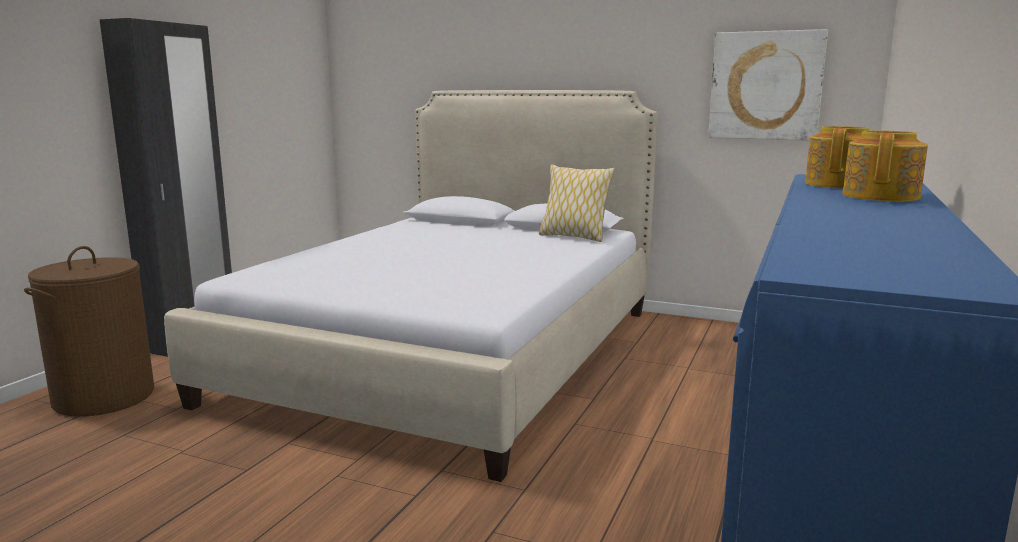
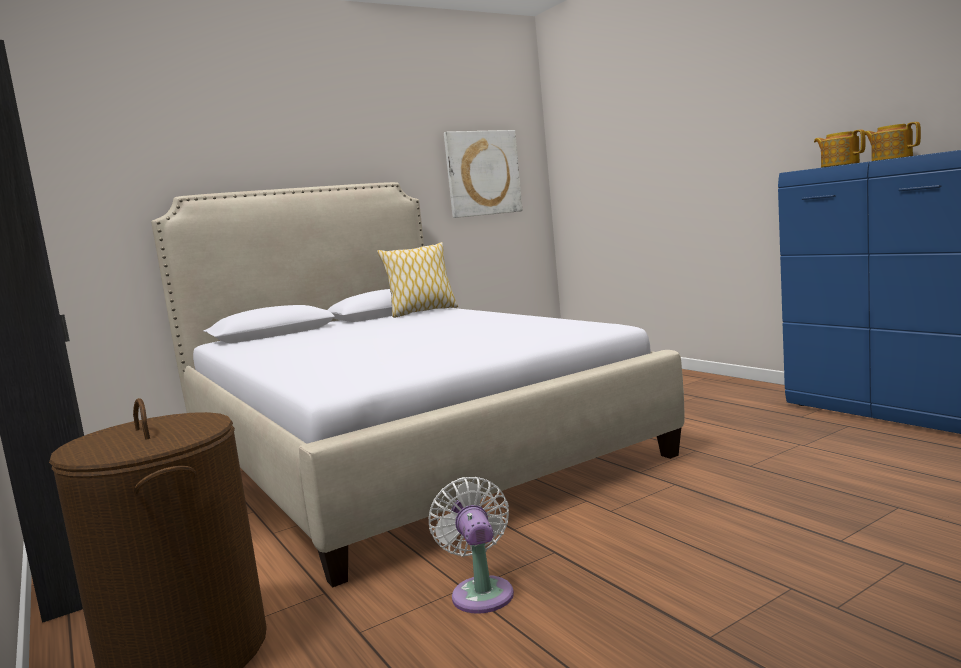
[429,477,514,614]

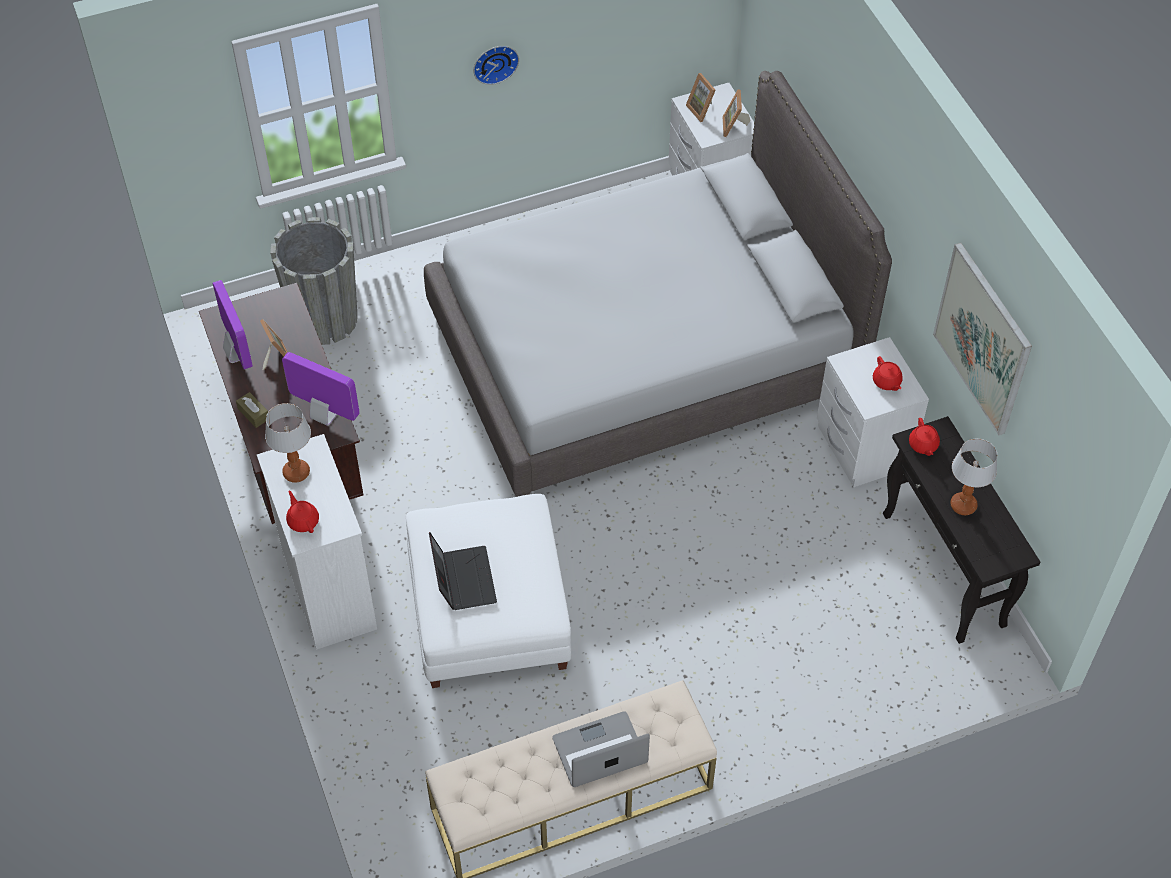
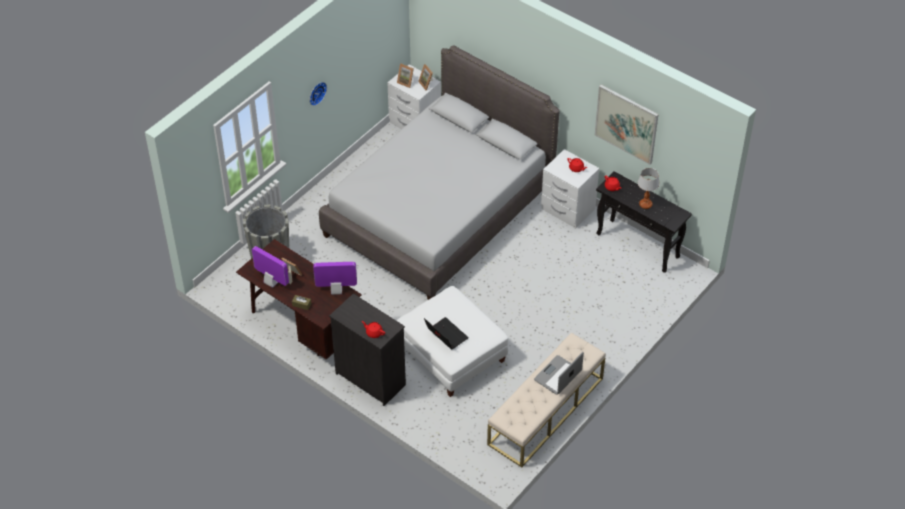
[265,403,311,483] (first image)
[329,294,406,406]

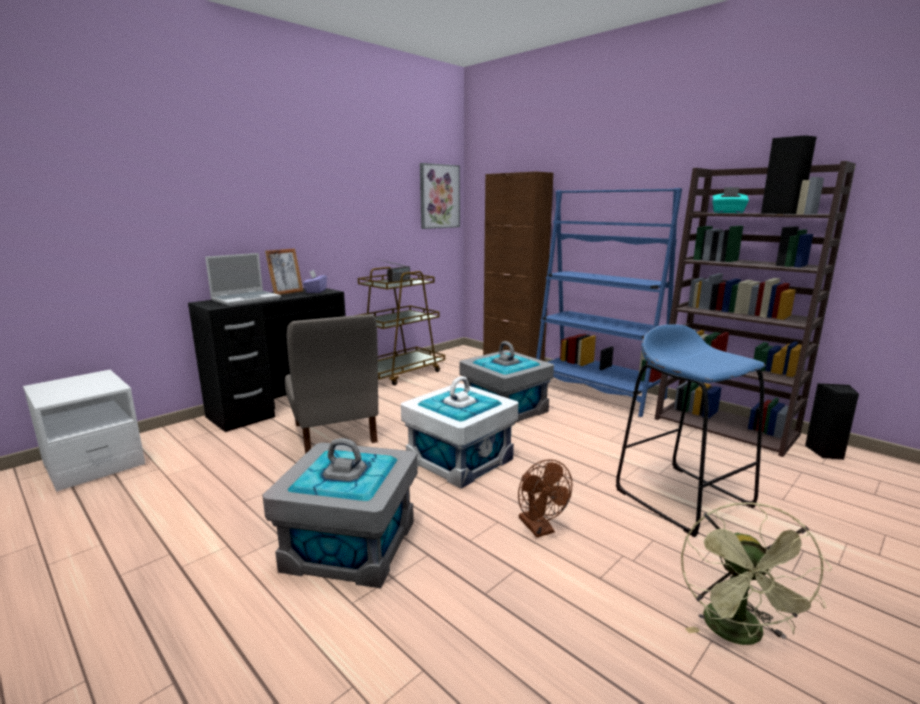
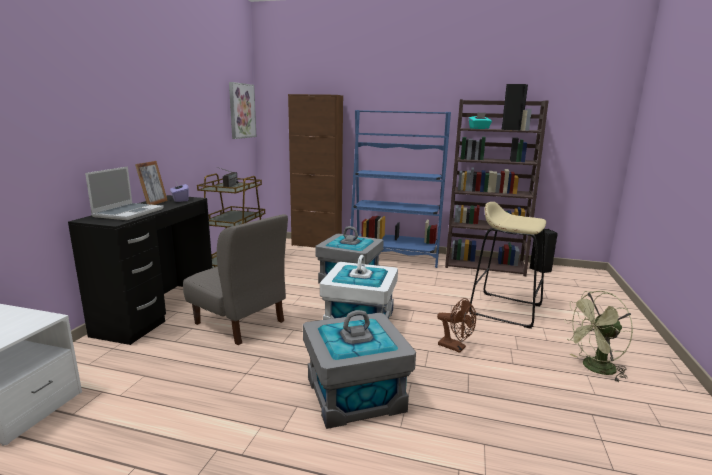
[470,202,546,329]
[564,291,633,383]

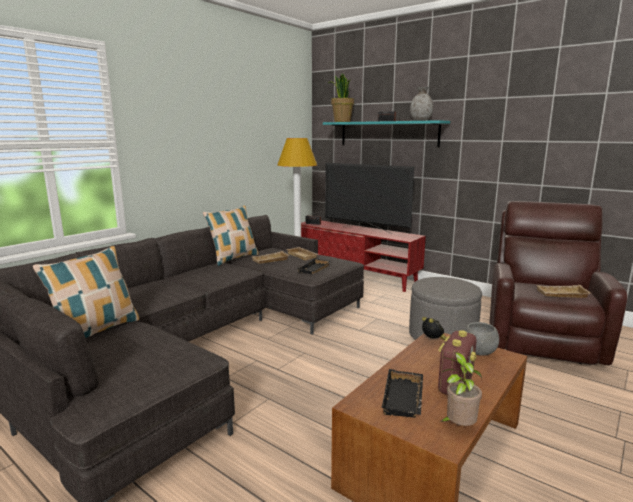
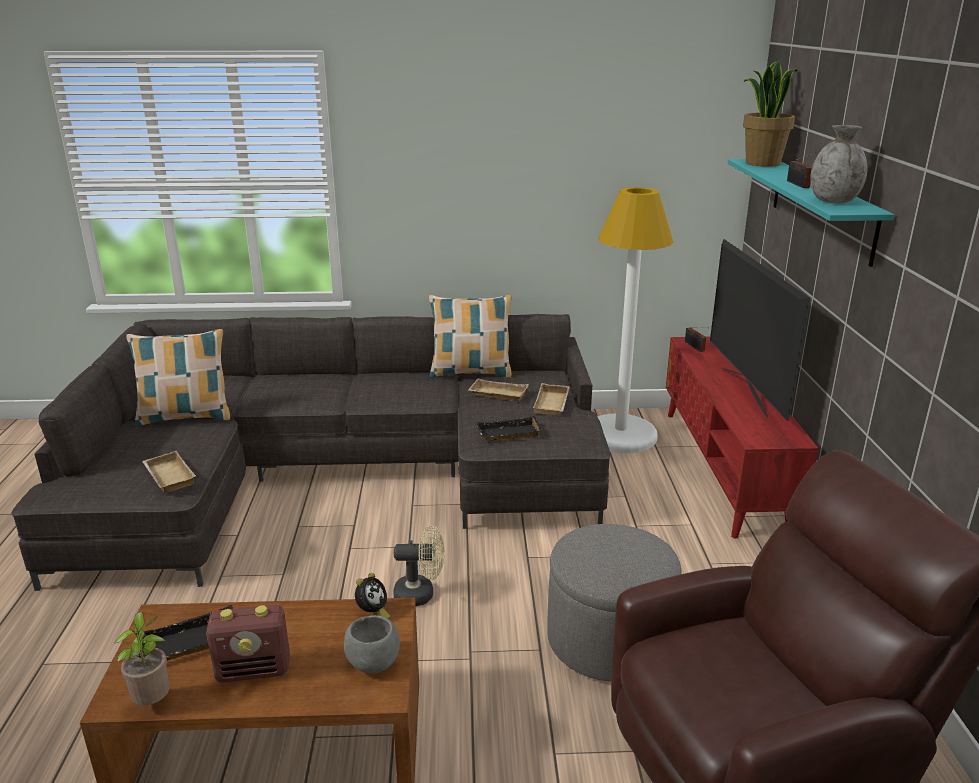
[393,525,445,606]
[142,451,196,493]

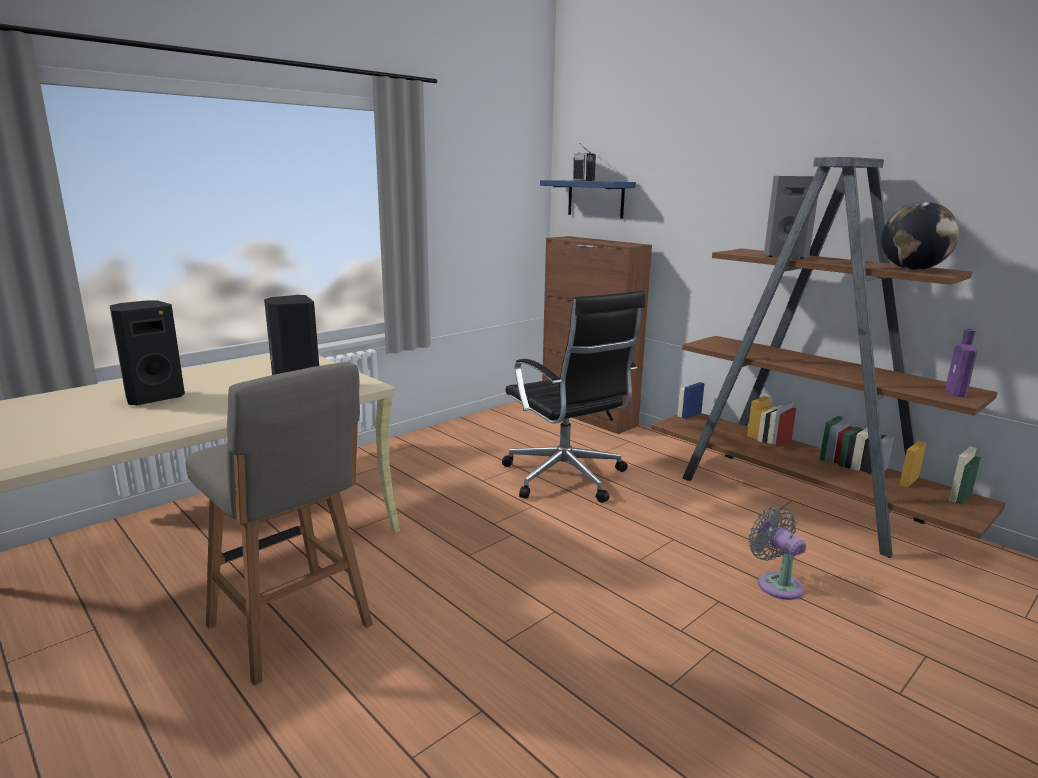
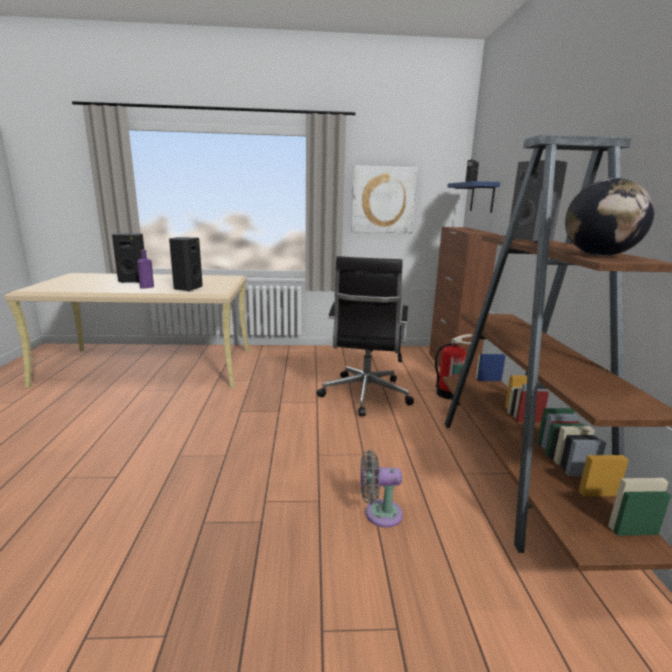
[185,362,373,685] (first image)
[351,165,418,233]
[435,334,473,400]
[137,250,154,289]
[361,450,403,528]

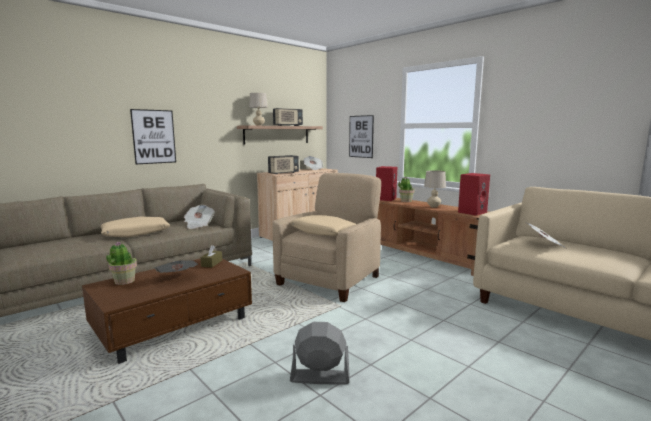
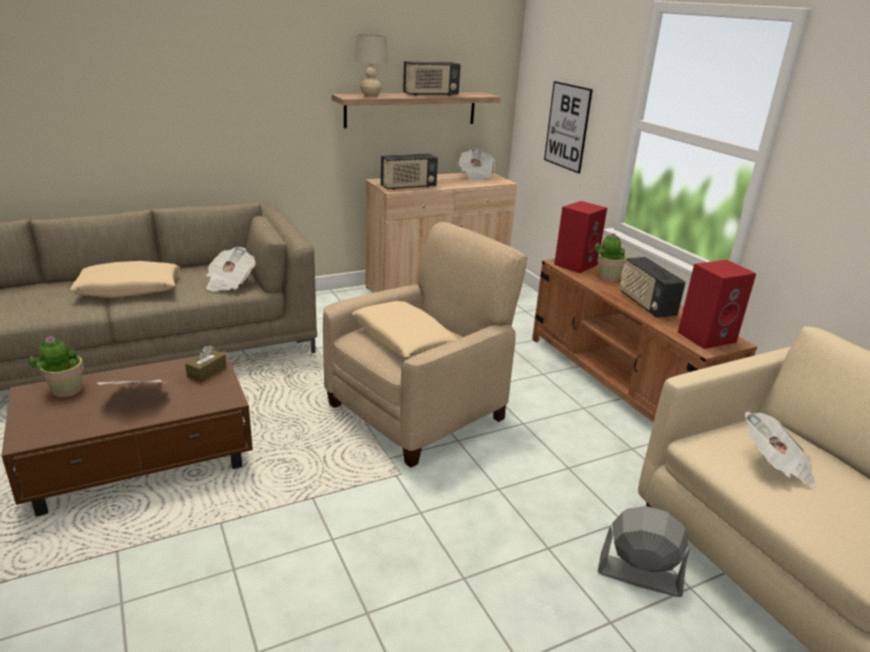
[130,109,176,164] (first image)
[598,506,690,597]
[620,257,685,318]

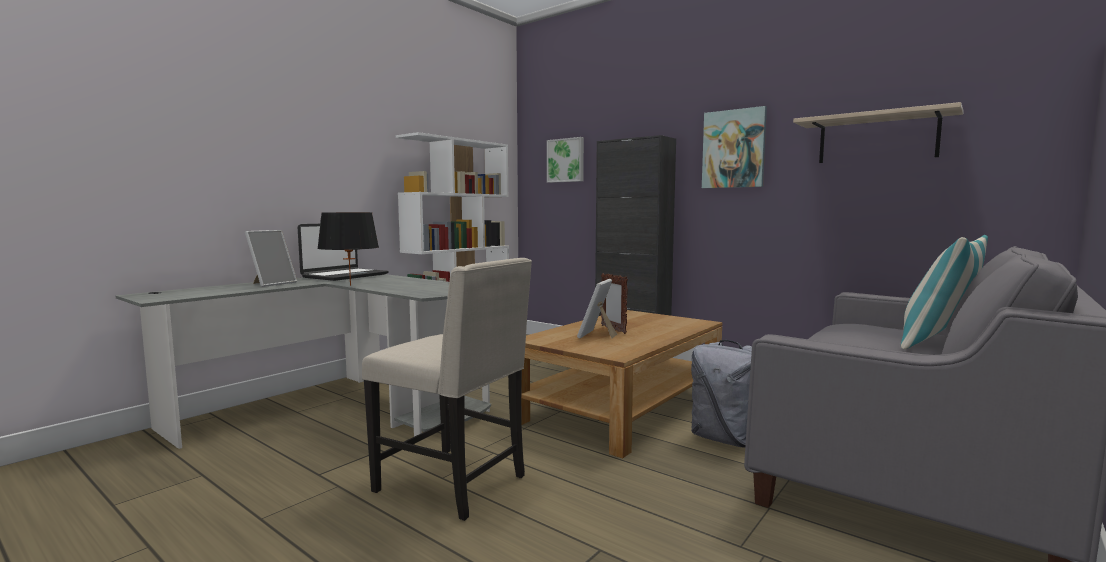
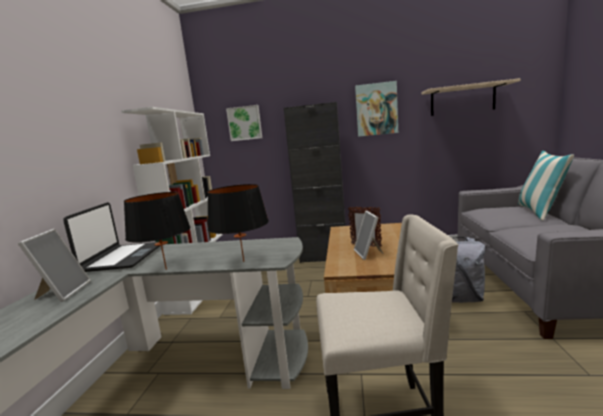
[207,184,269,262]

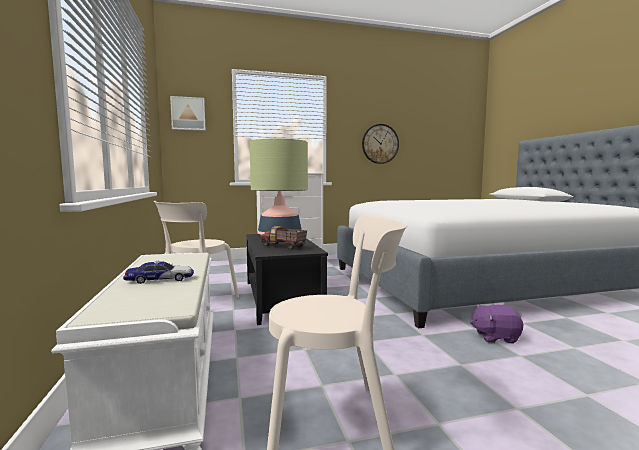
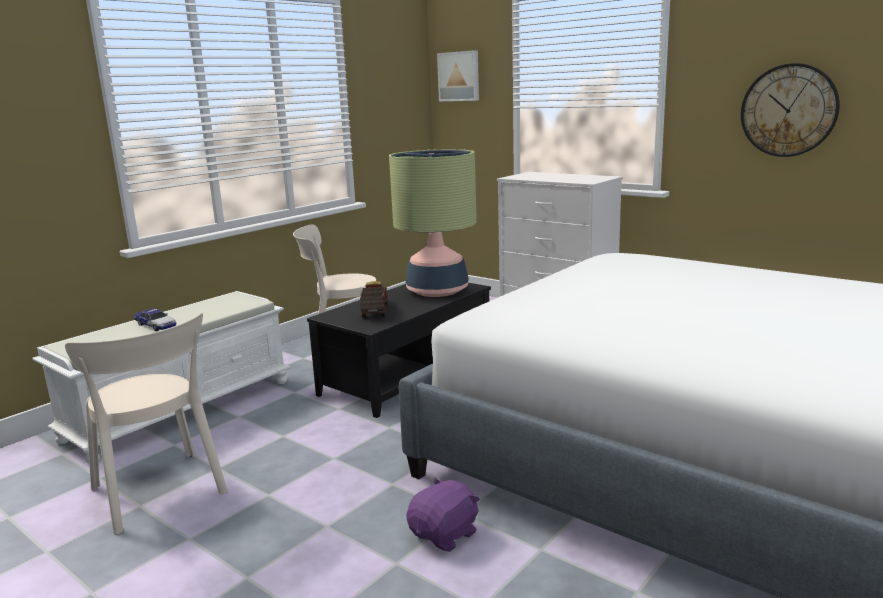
[406,477,480,552]

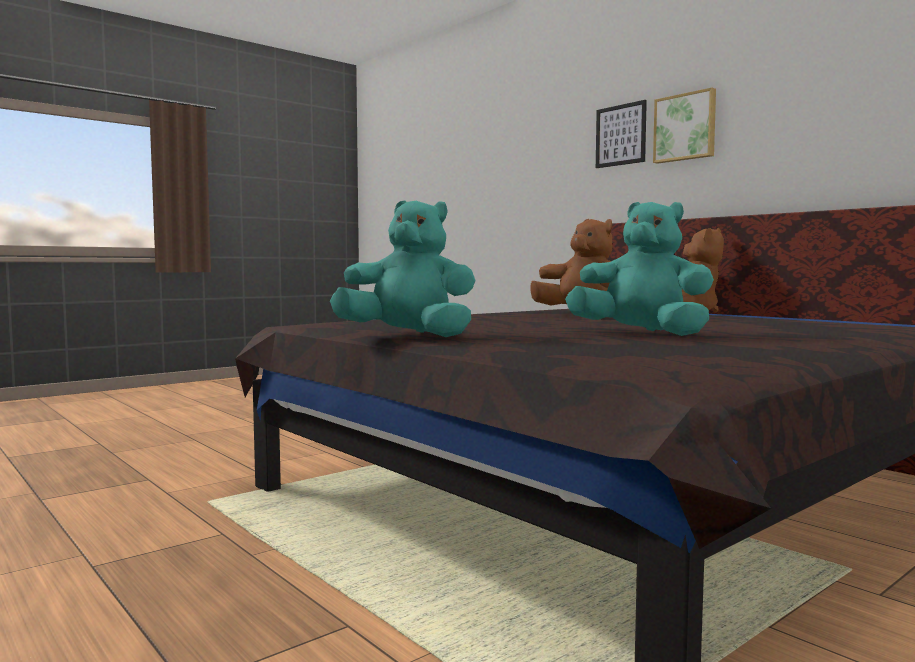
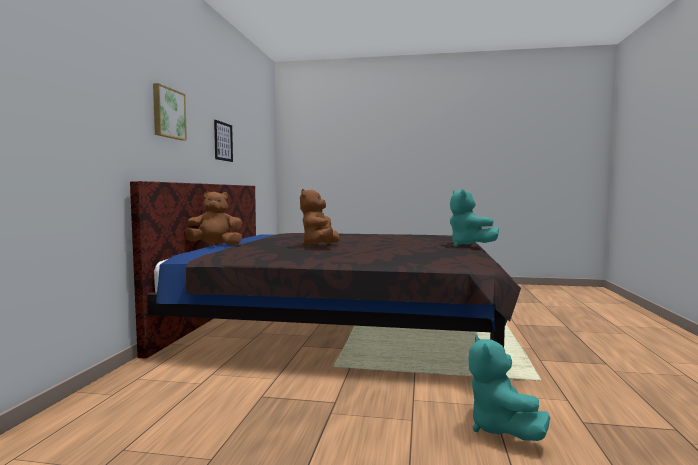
[469,335,550,441]
[214,120,233,162]

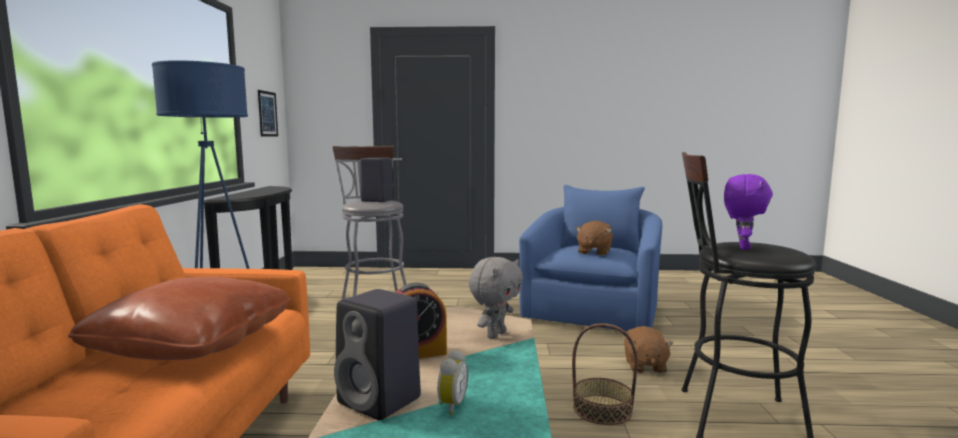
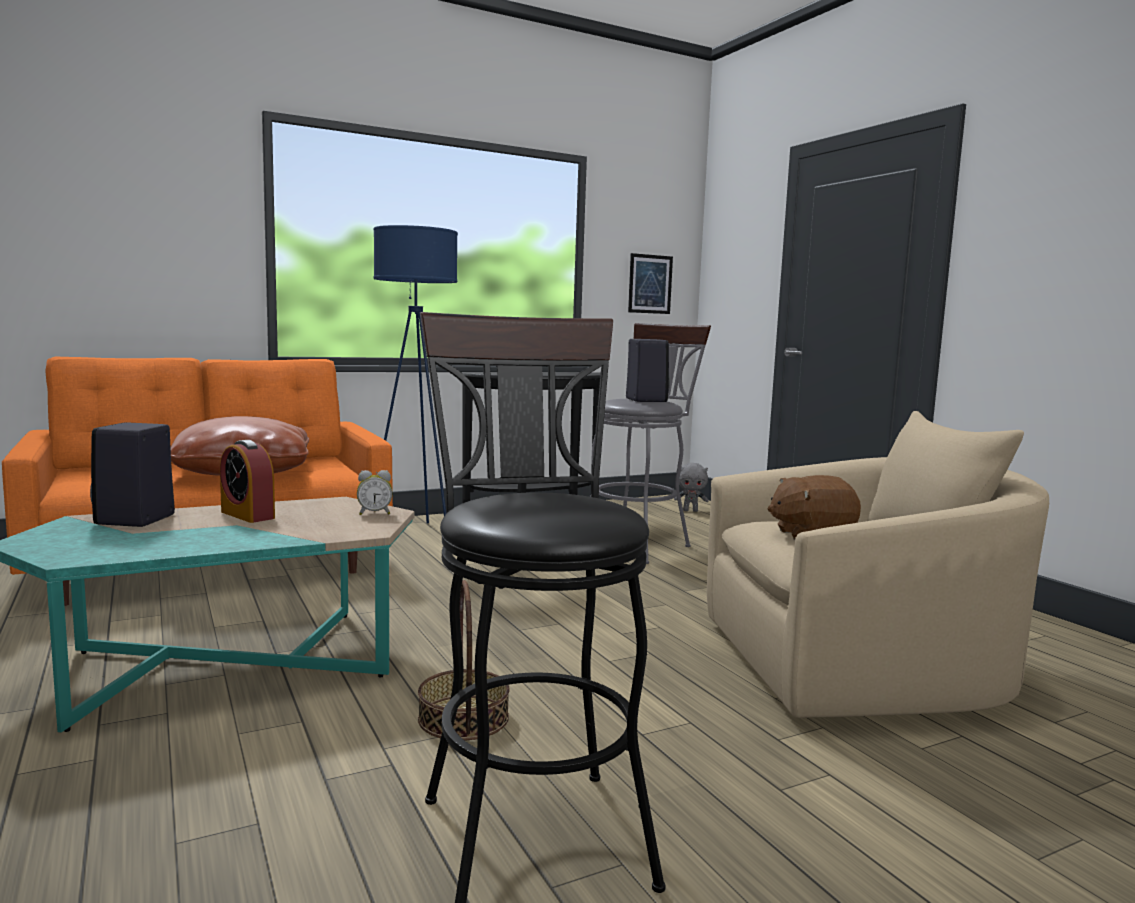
[624,326,674,373] (first image)
[724,174,773,250] (first image)
[357,470,392,515]
[674,463,708,512]
[707,411,1049,718]

